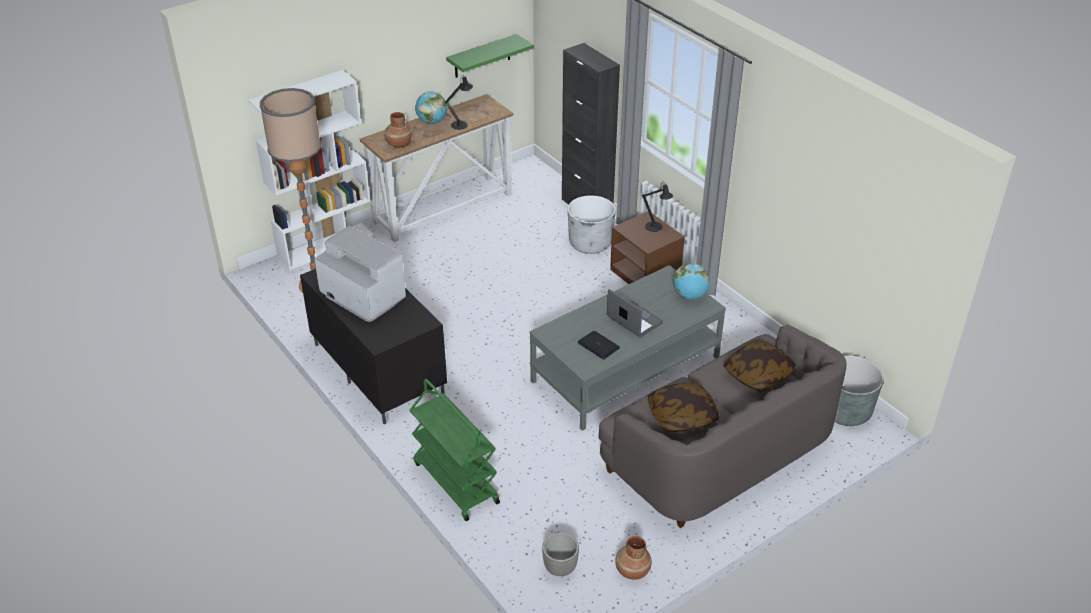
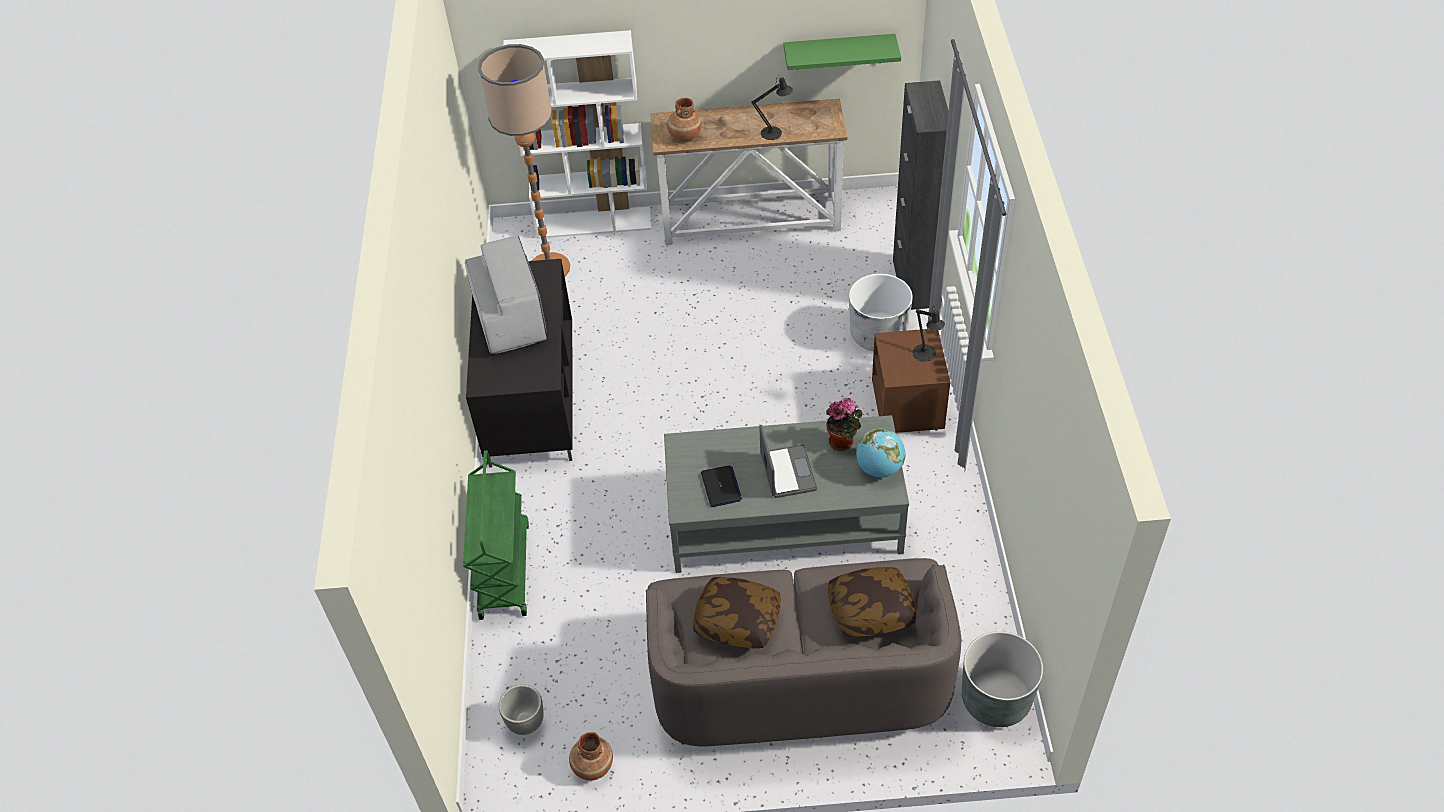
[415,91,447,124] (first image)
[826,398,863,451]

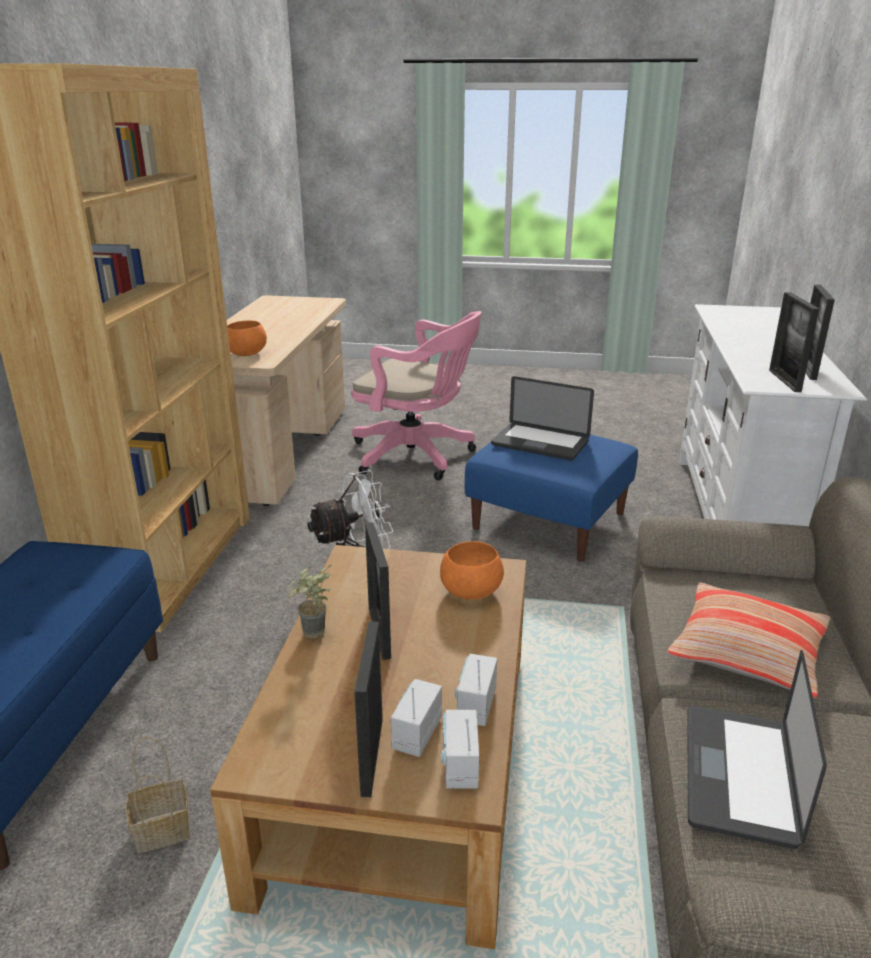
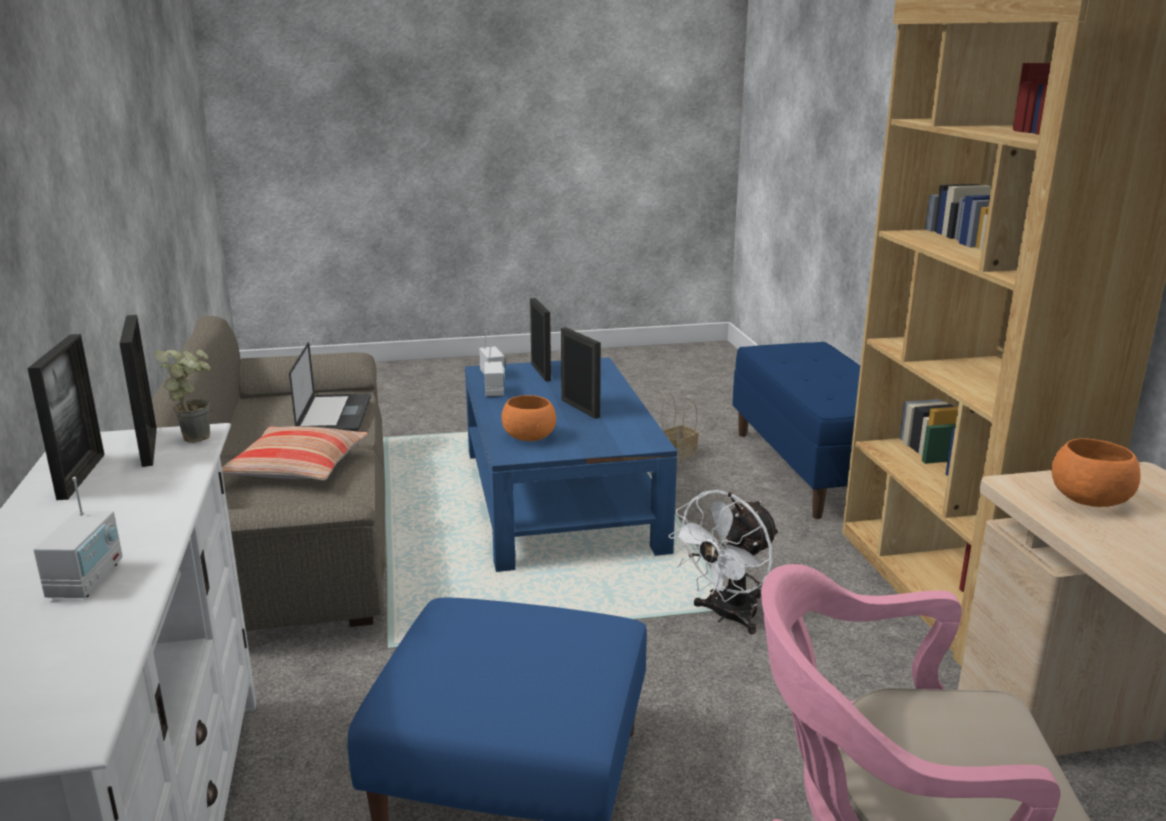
[491,376,594,461] (first image)
[155,349,211,443]
[34,477,122,598]
[465,357,677,572]

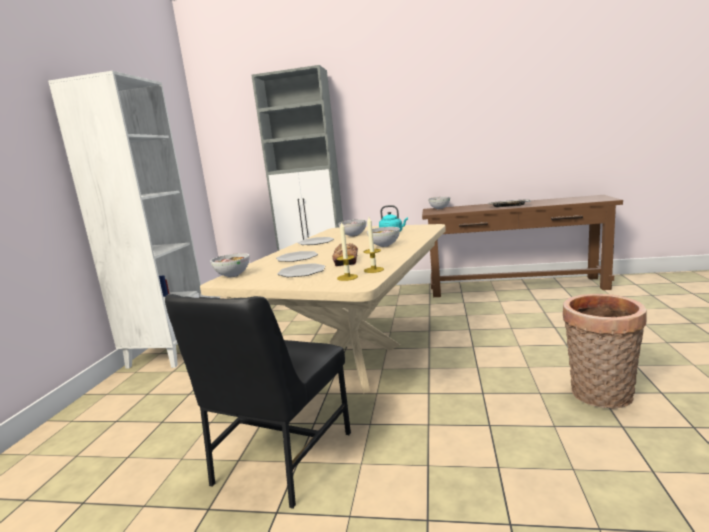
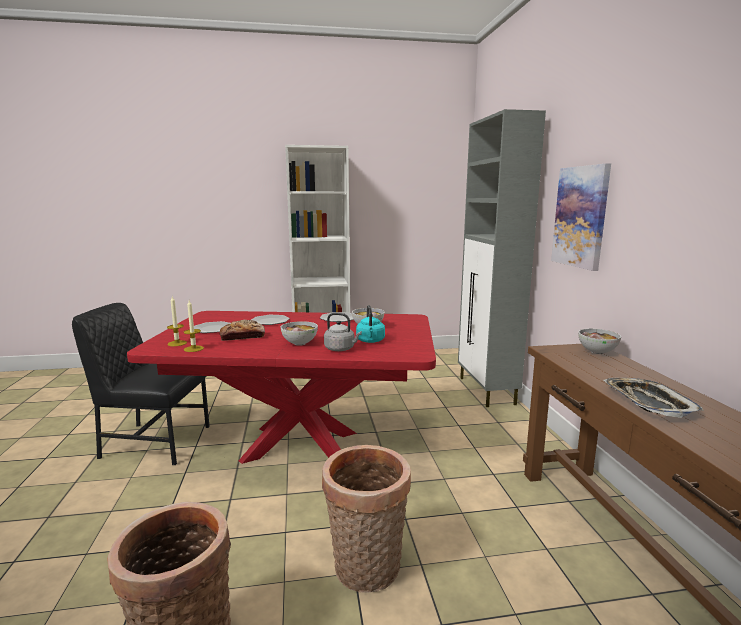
[210,253,249,278] (first image)
[322,445,411,593]
[324,313,362,351]
[551,163,611,271]
[127,311,436,464]

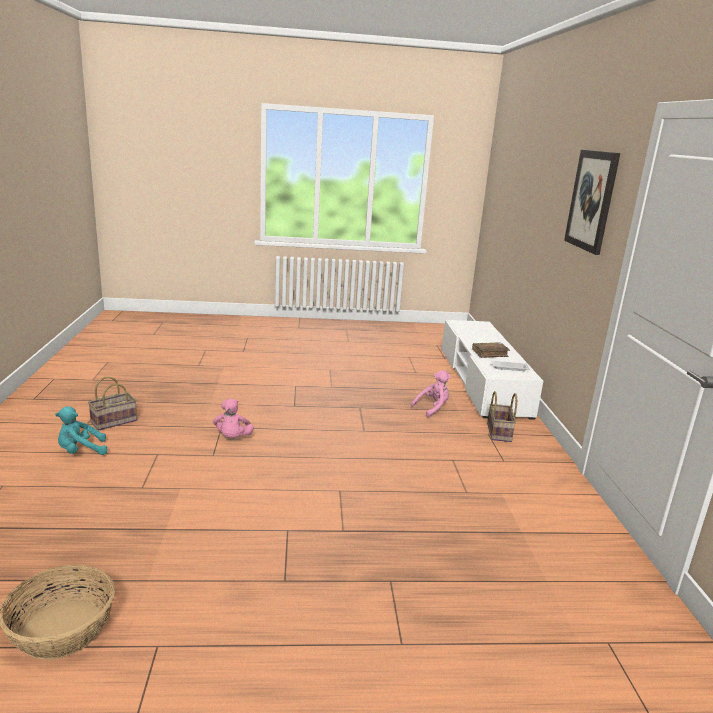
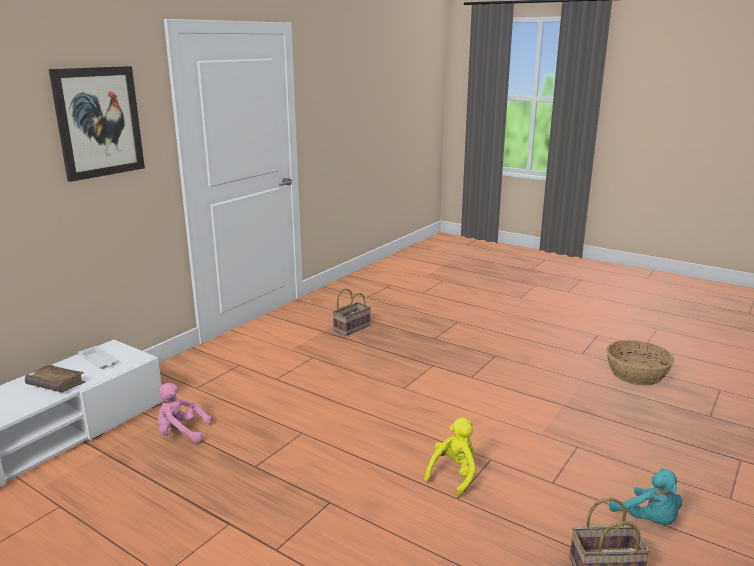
[332,288,371,336]
[424,417,476,497]
[609,468,682,525]

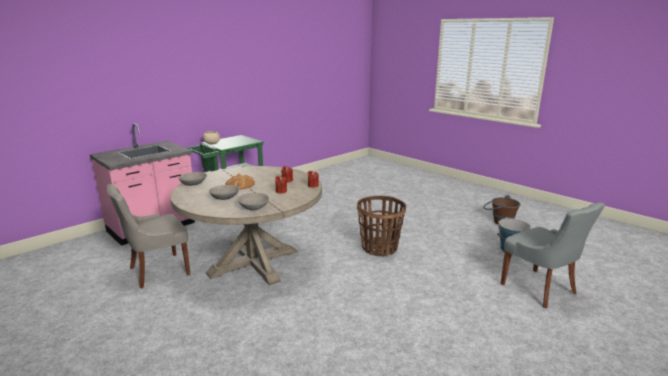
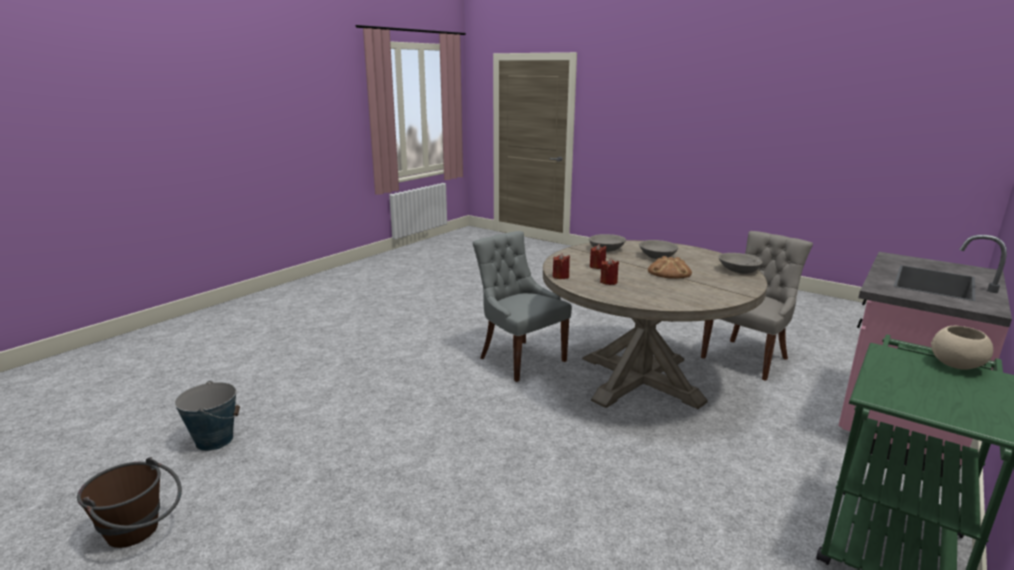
[357,196,406,257] (first image)
[473,231,572,382]

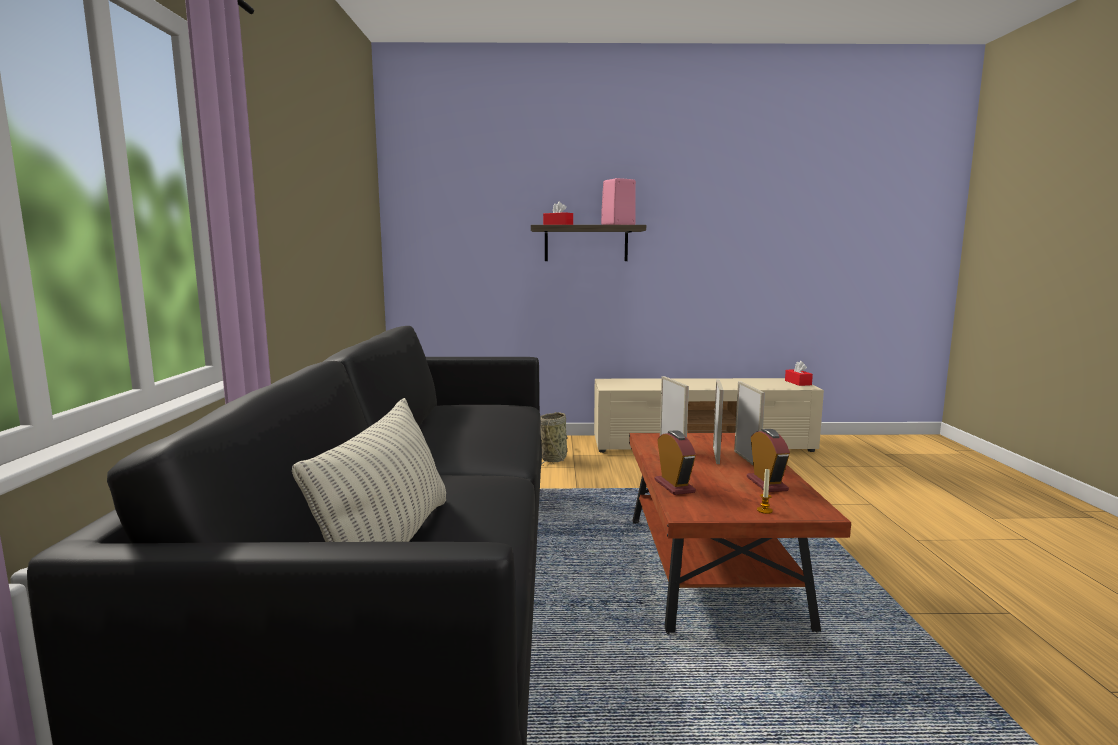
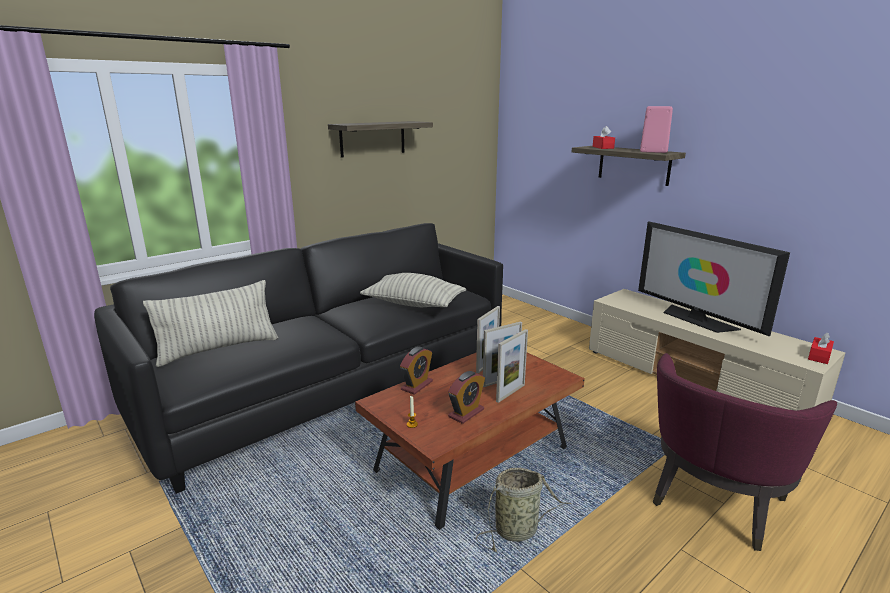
[328,121,433,158]
[360,273,466,307]
[638,221,790,336]
[653,353,837,551]
[476,468,572,552]

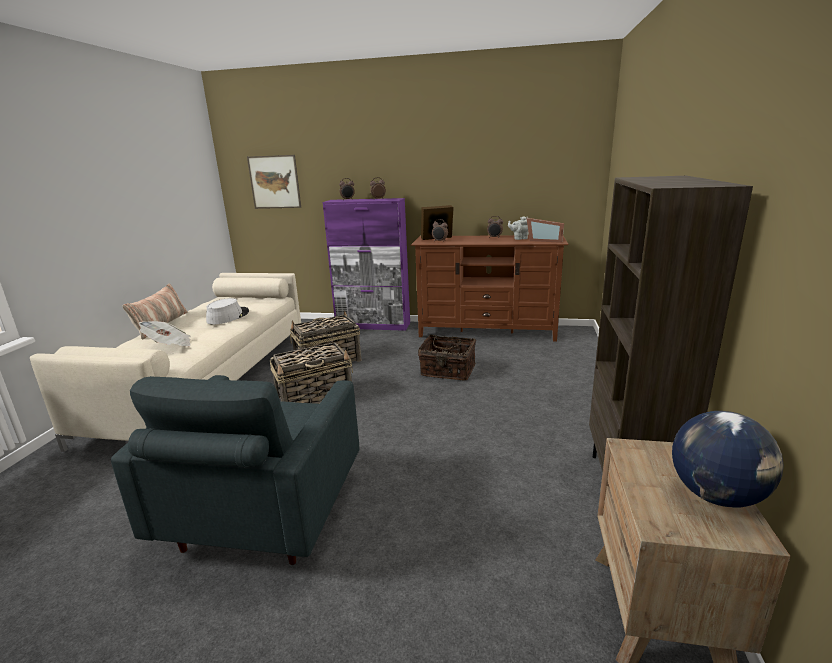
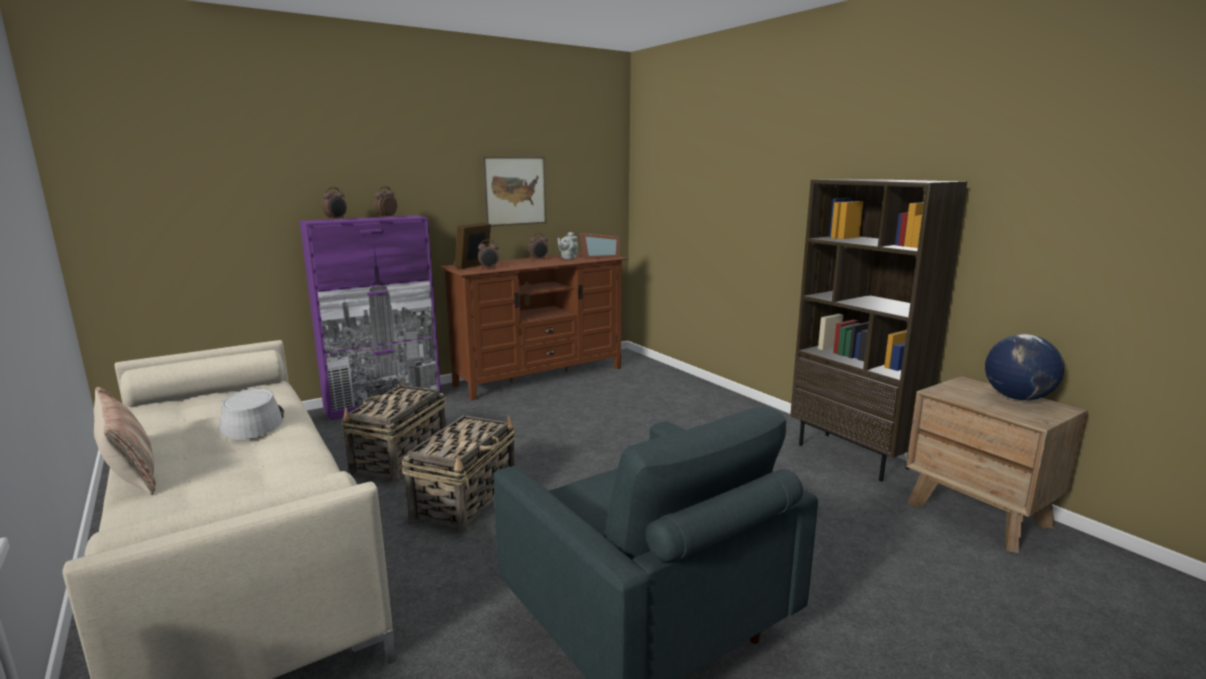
[139,321,191,347] (first image)
[418,335,476,380] (first image)
[482,156,546,227]

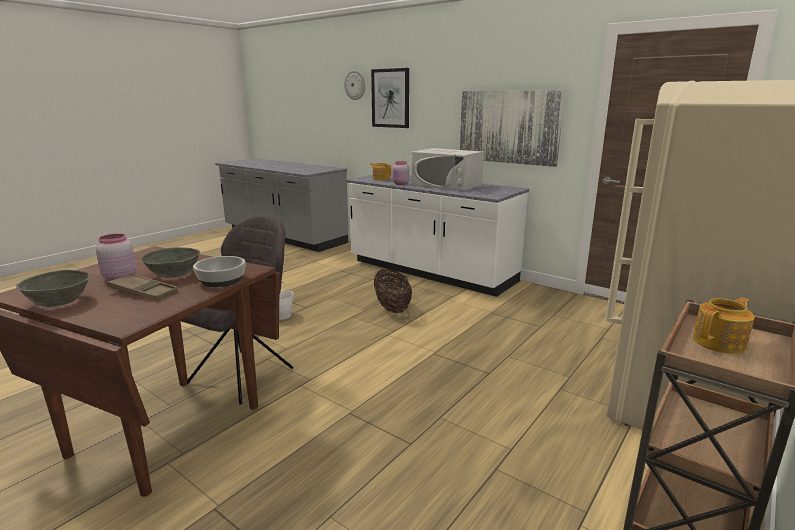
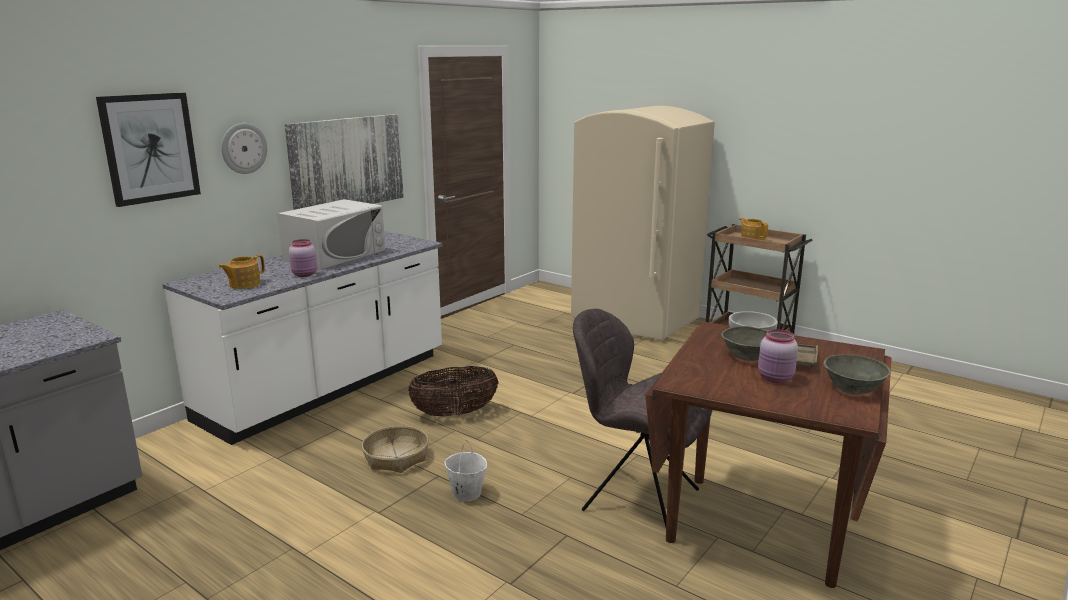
[362,426,429,473]
[221,123,267,174]

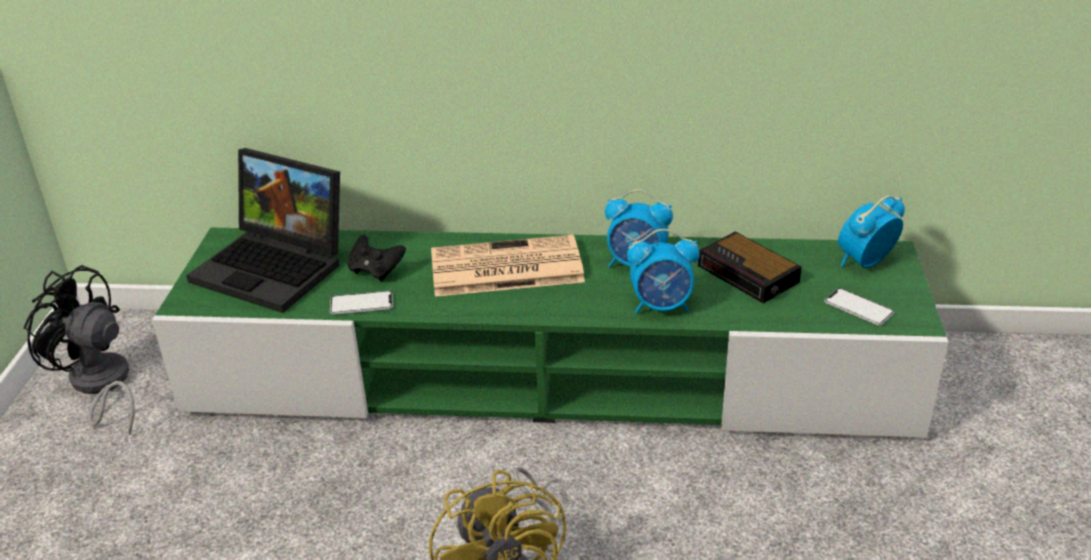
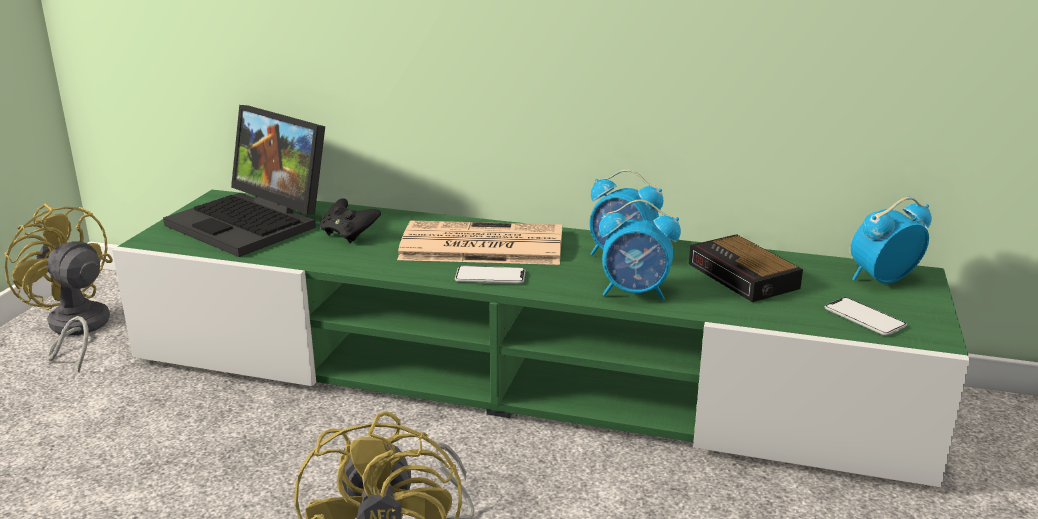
[455,266,526,284]
[4,203,113,373]

